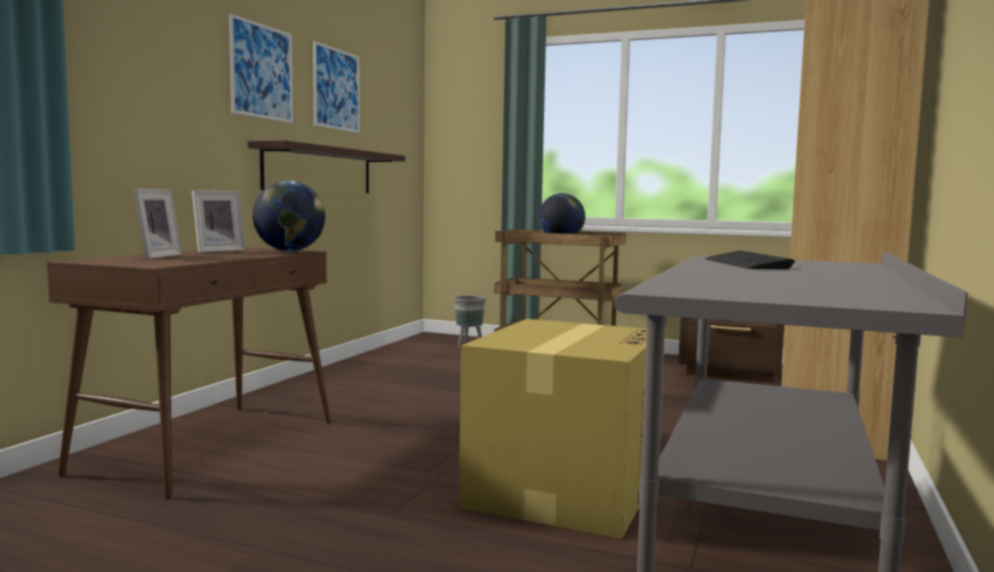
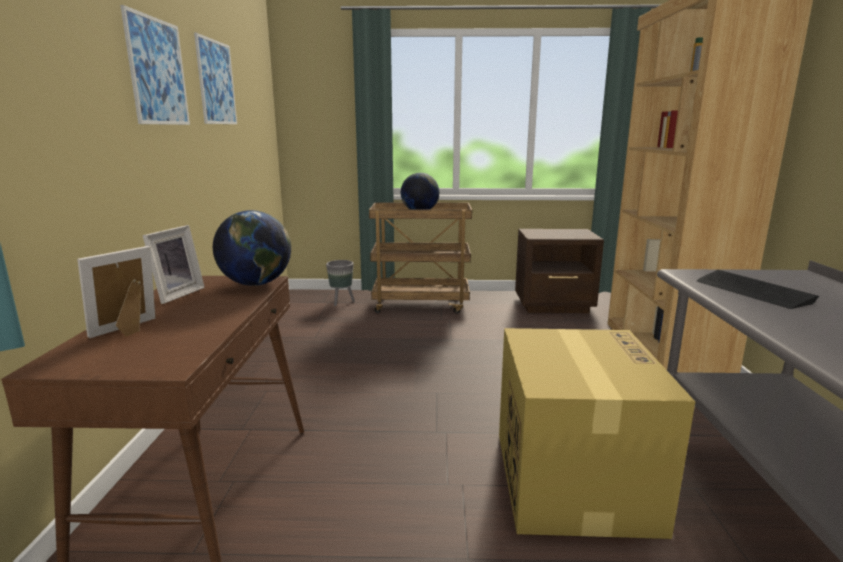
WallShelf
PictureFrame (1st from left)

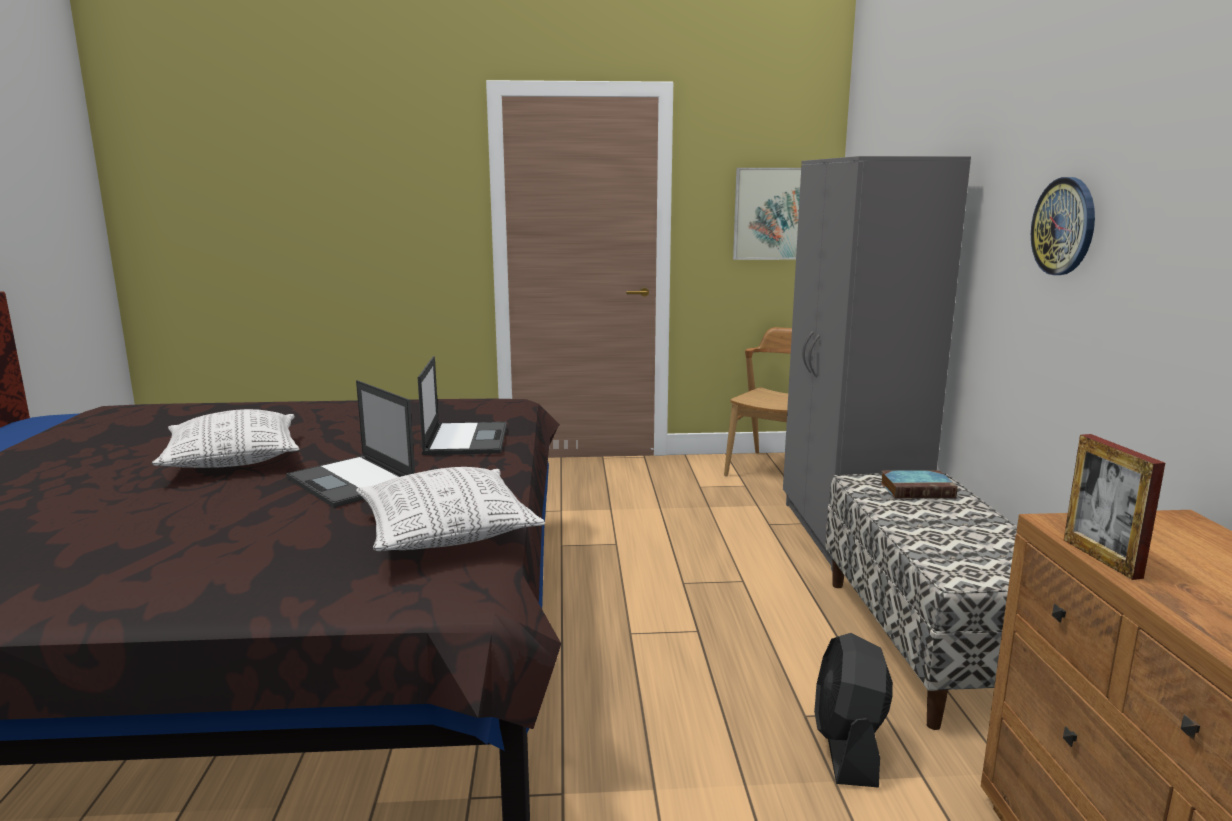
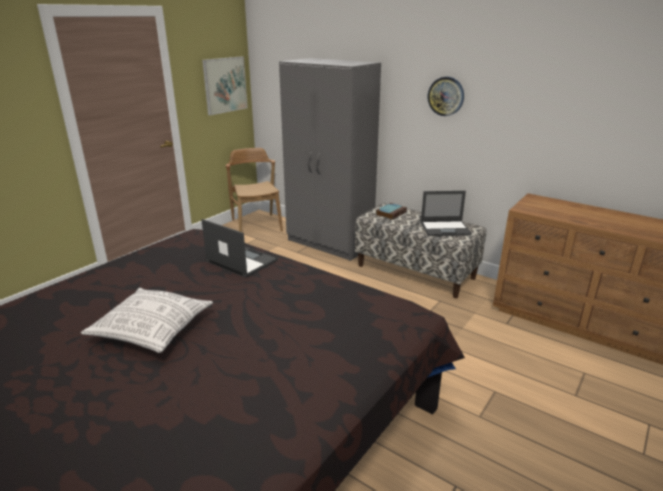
PortableComputer (2nd from left)
PictureFrame
ThrowPillow (2nd from left in the first image)
BlackishElectricFan

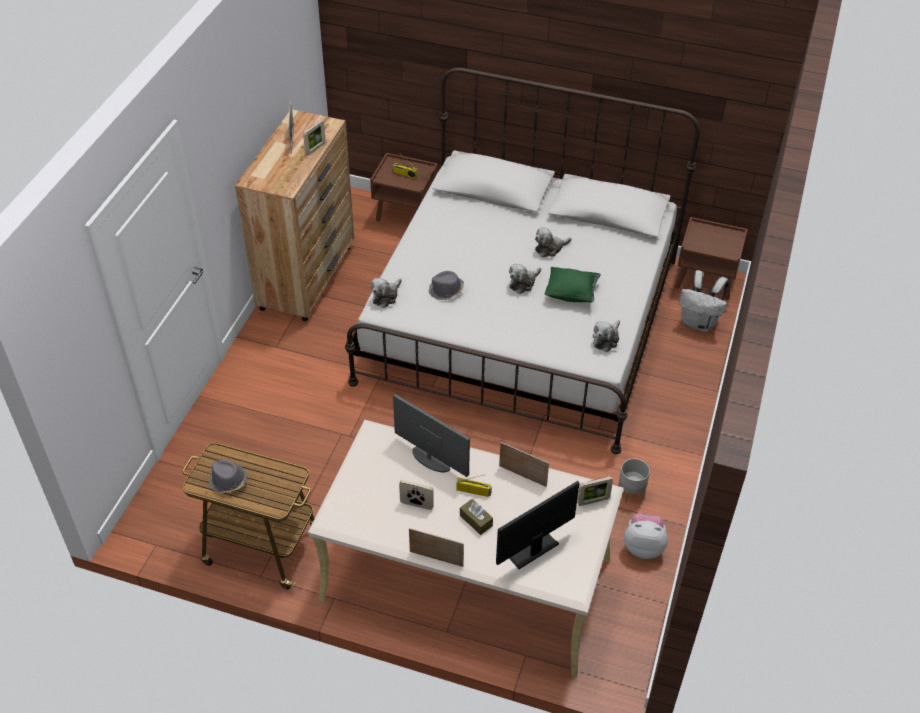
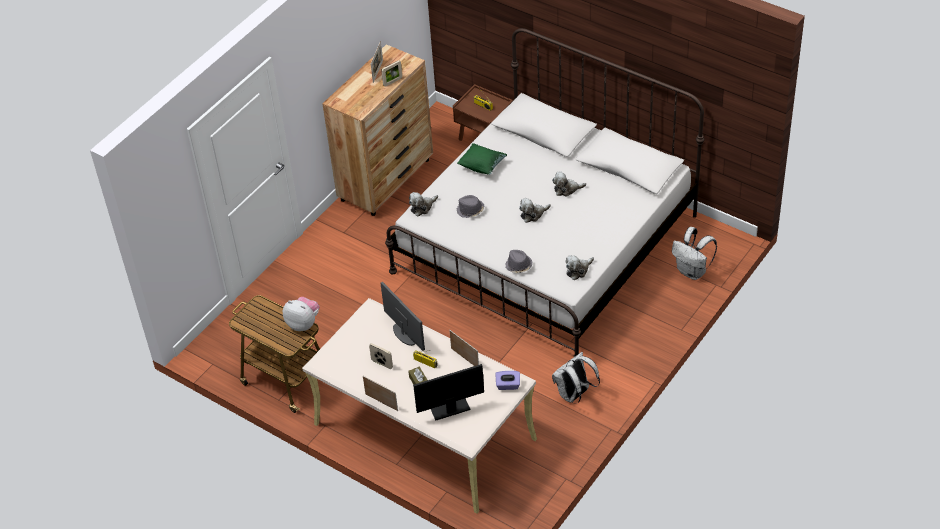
BrownishNightstand (2nd from left in the first image)
GreenColouredThrowPillow
WhiteRucksack (1st from left)
GreyishHat (2nd from left)
PurplishBoxOfTissues
CuddlyToy (1st from left)

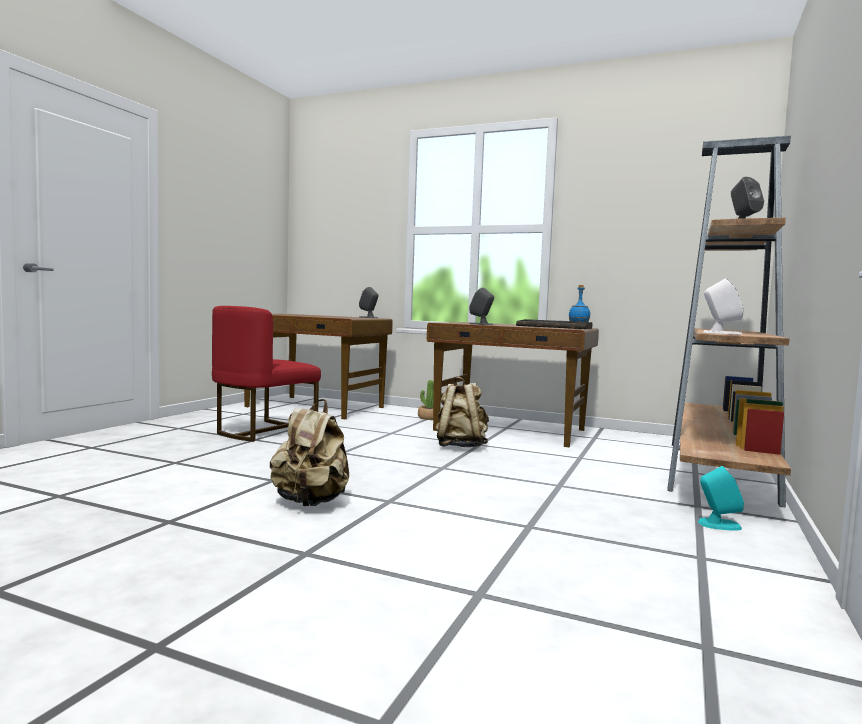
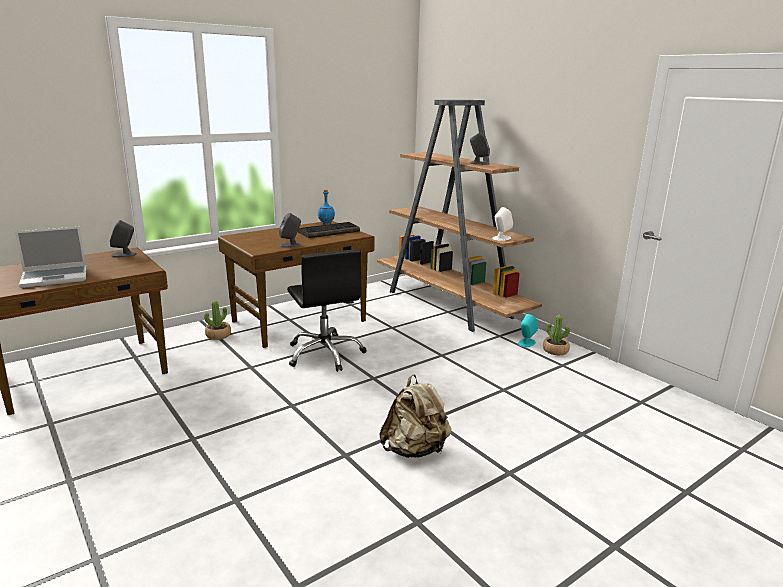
RedChair
BlackishComputerChair
PortableComputer
PlantInAPot (2nd from left)

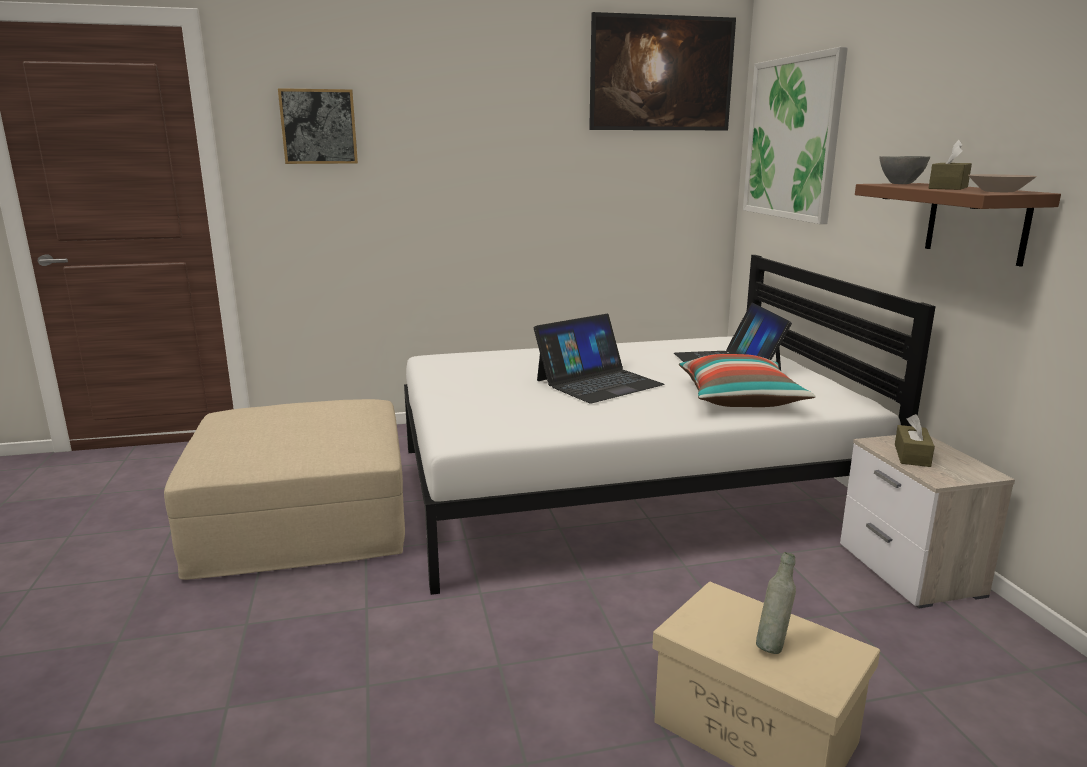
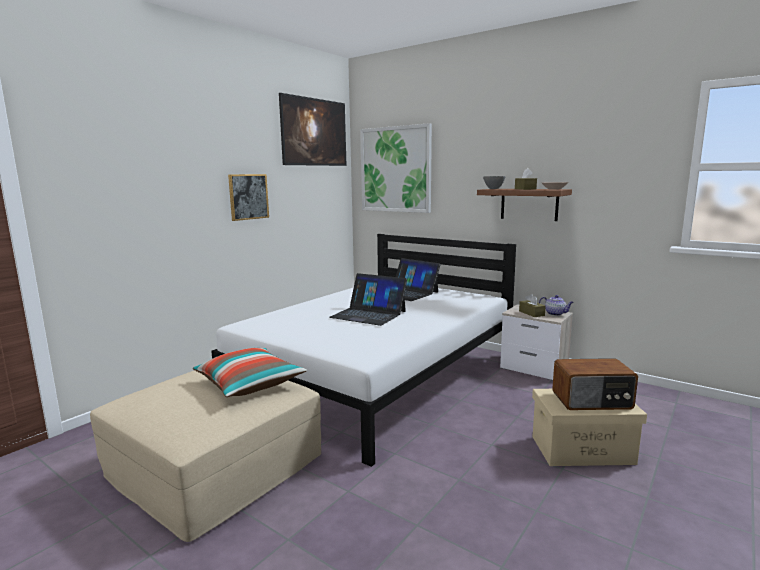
WallArt (1st from left)
PortableComputer (1st from left)
ThrowPillow
Radio
Teapot

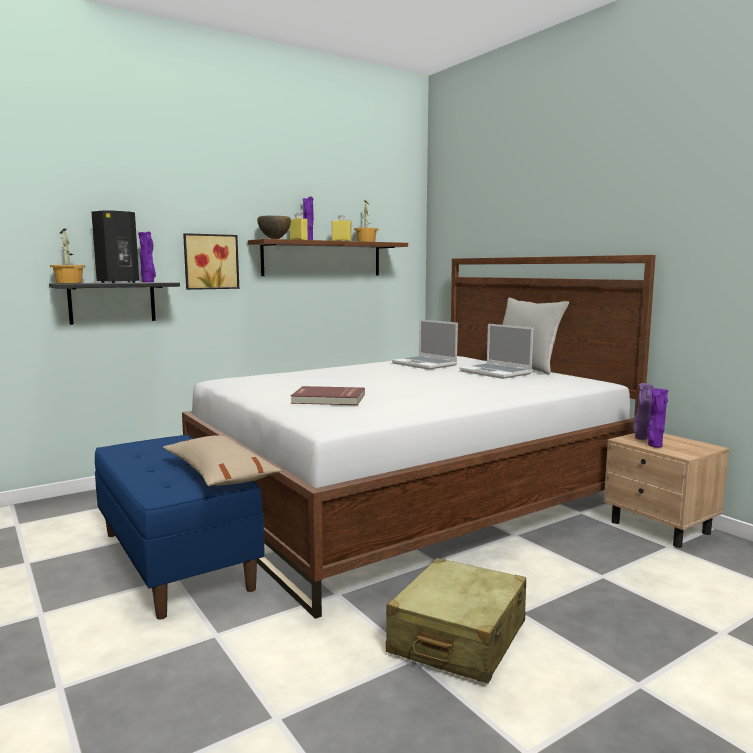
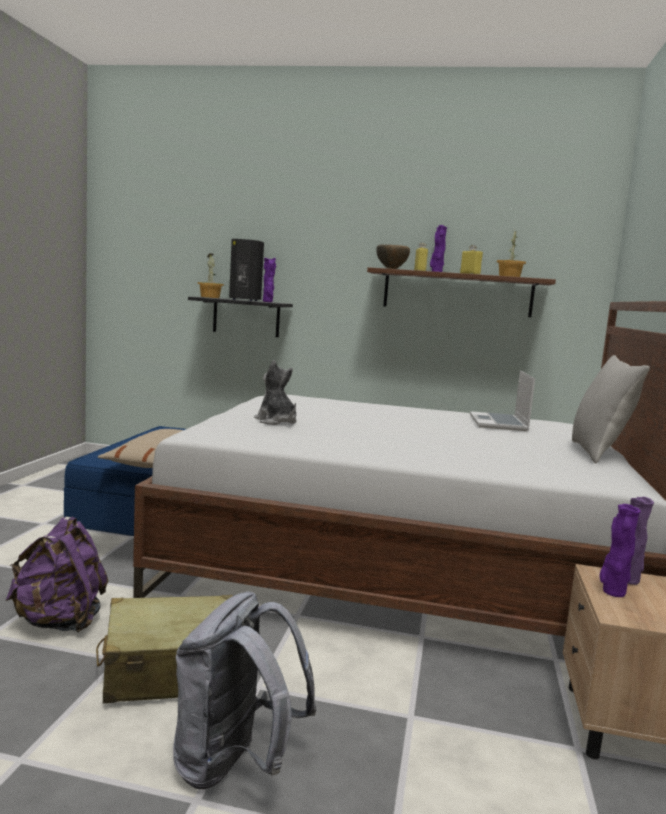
WallArt
PortableComputer (2nd from left in the first image)
CuddlyToy
PurplishRucksack
GreyishRucksack

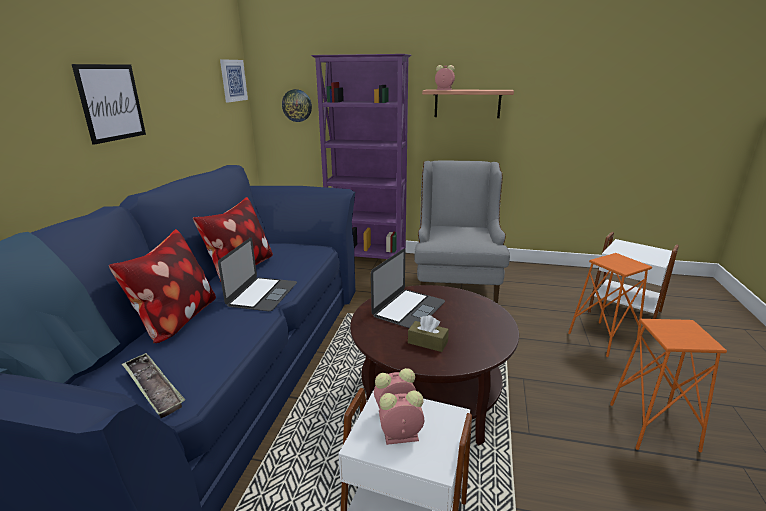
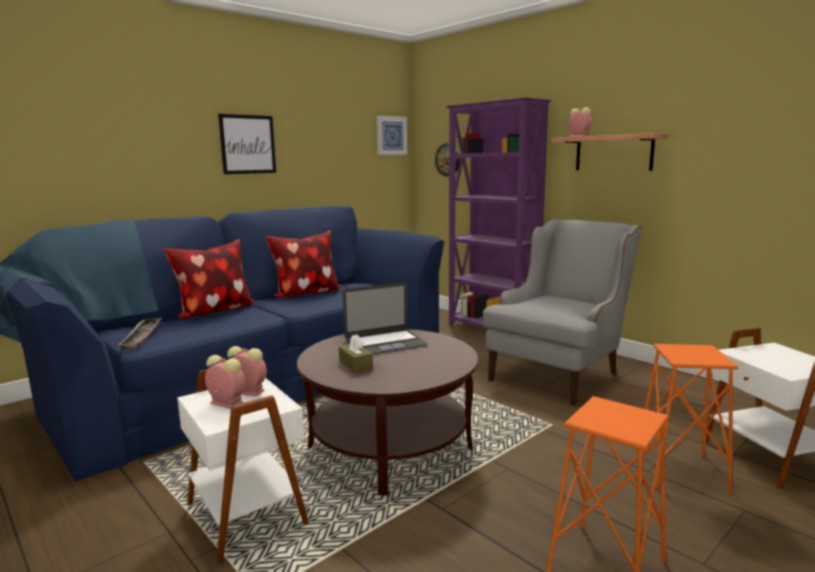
PortableComputer (1st from left in the first image)

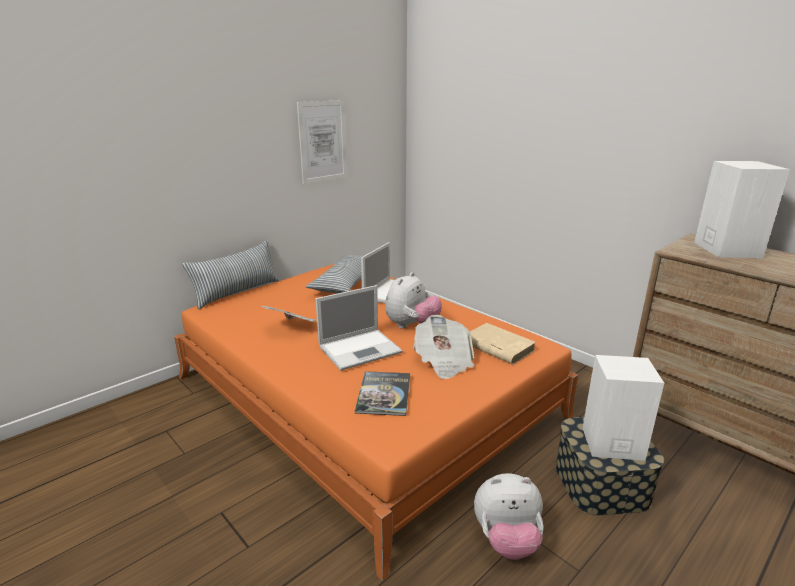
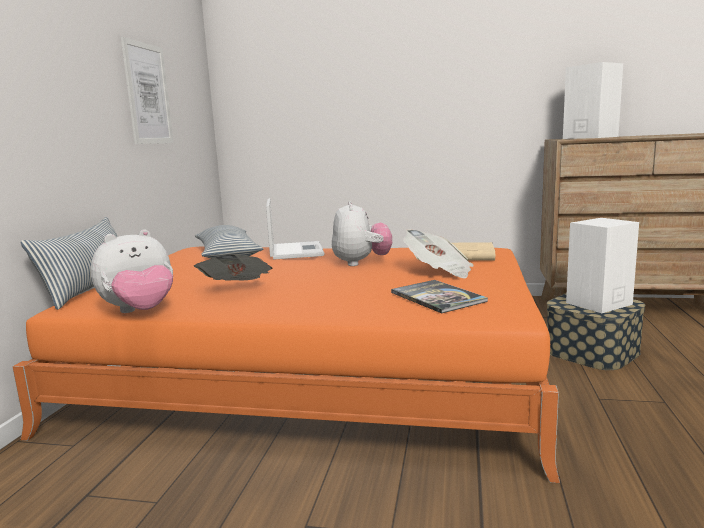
PortableComputer (1st from left in the first image)
CuddlyToy (1st from left)

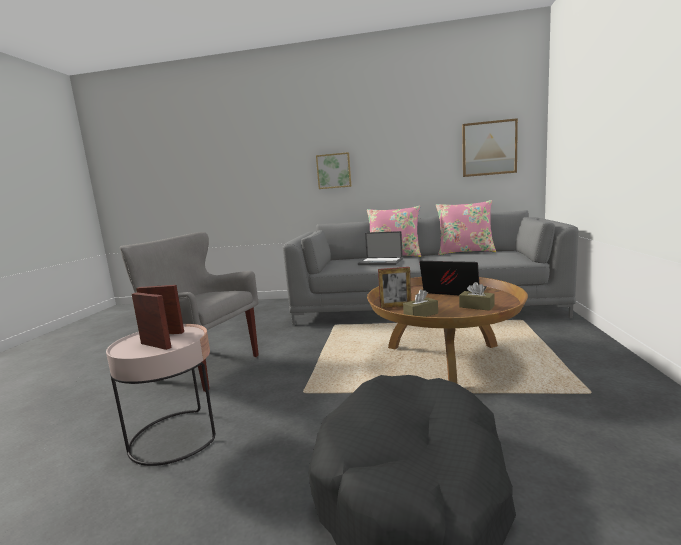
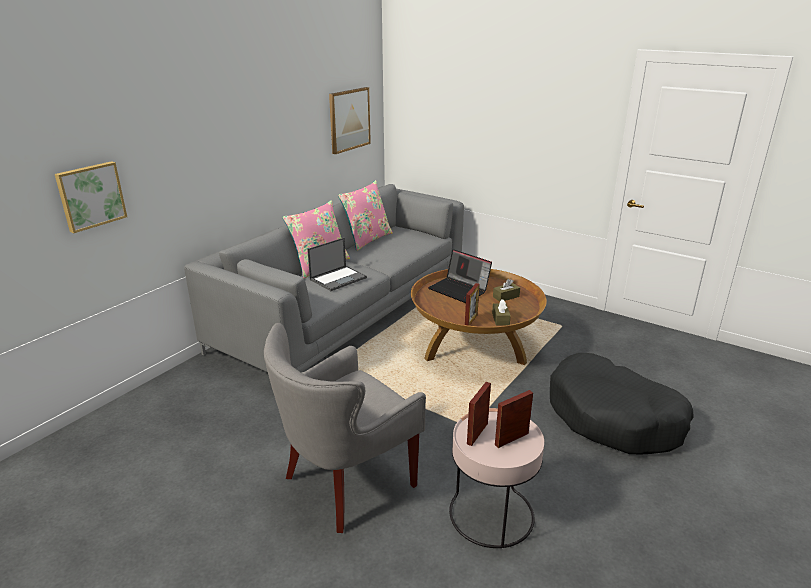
WallArt (1st from left)
PortableComputer (2nd from left)

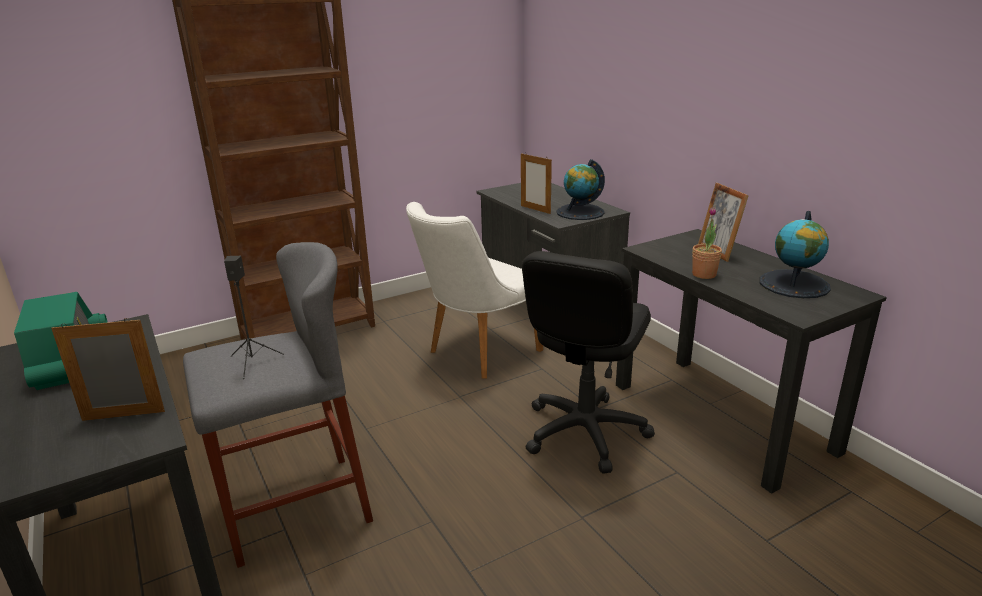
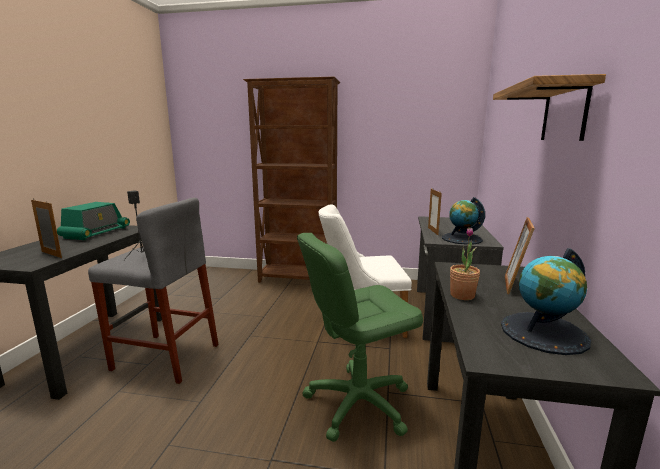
GreenColouredComputerChair
WallShelf

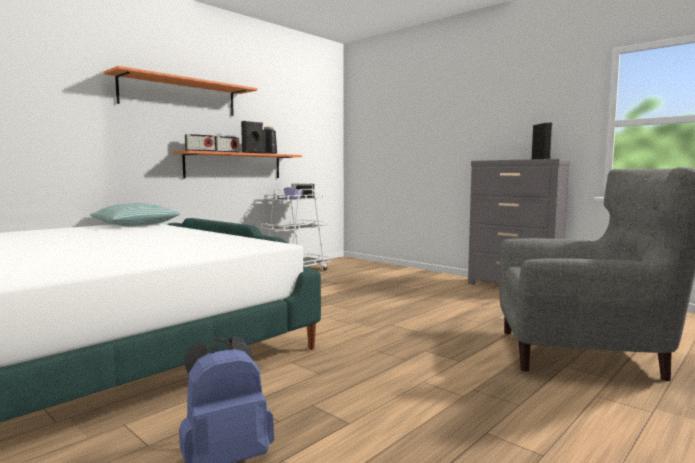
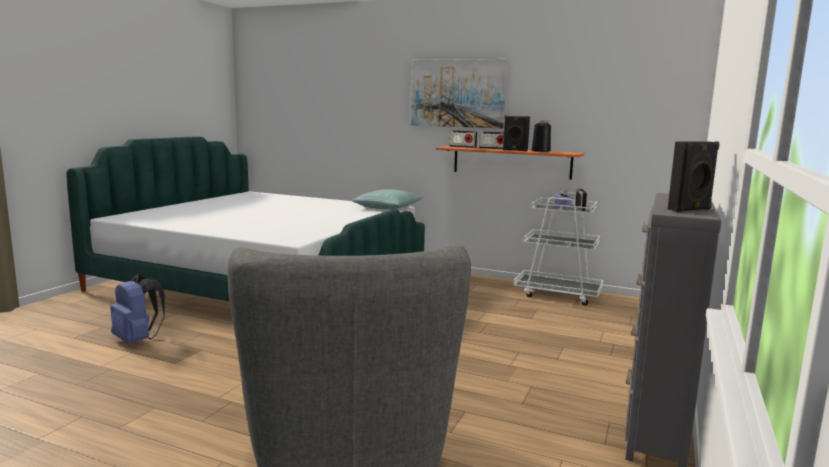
WallArt

